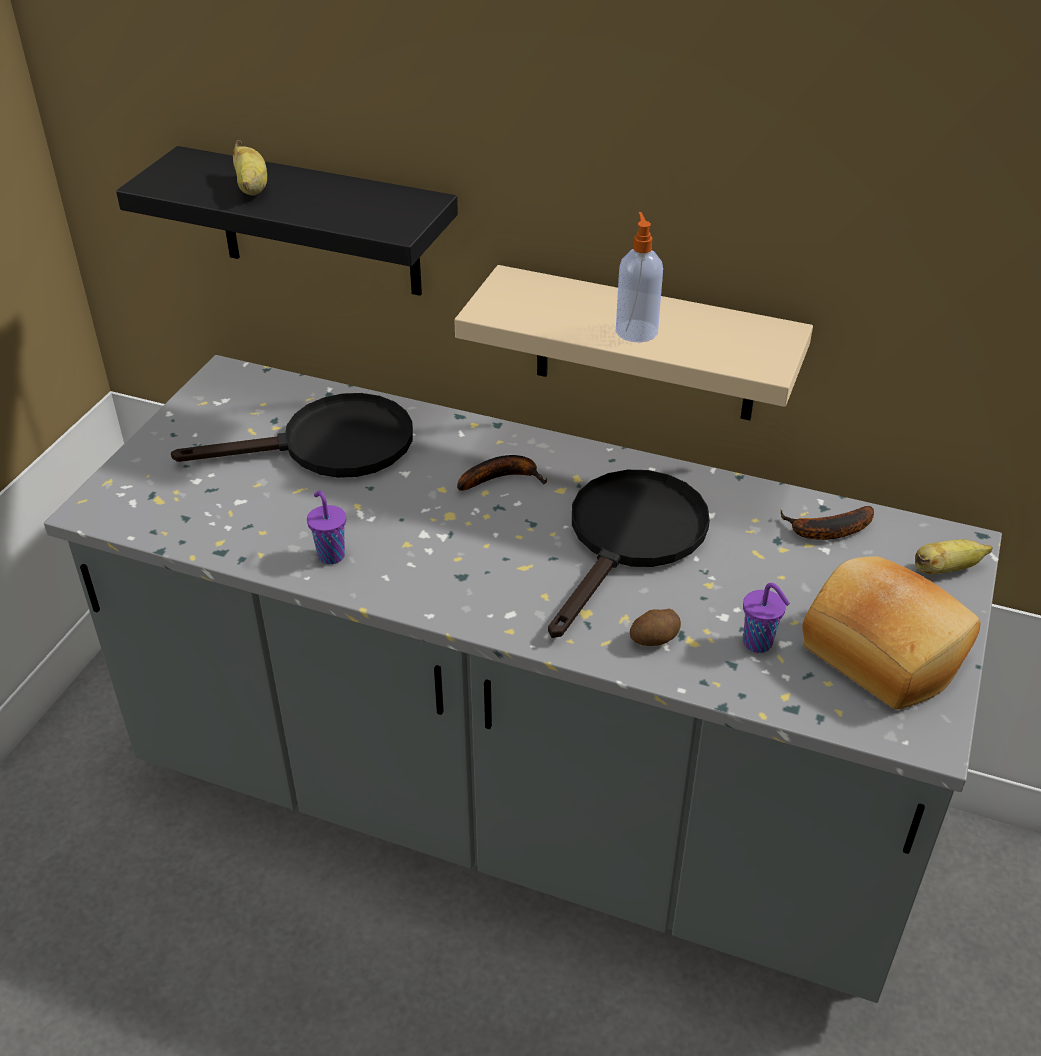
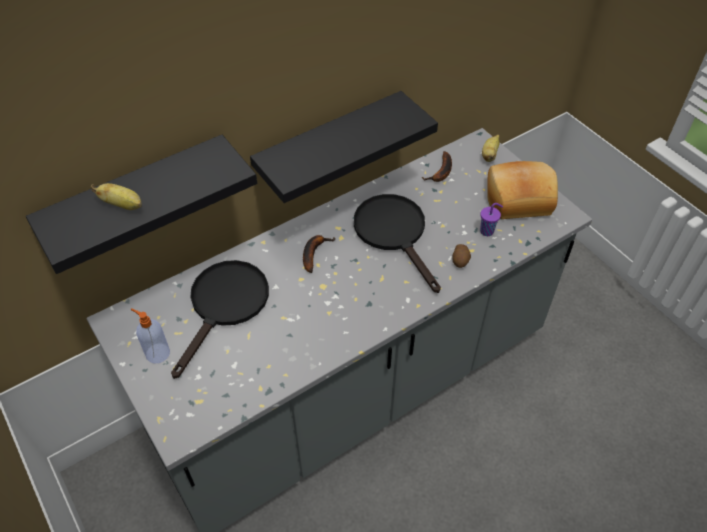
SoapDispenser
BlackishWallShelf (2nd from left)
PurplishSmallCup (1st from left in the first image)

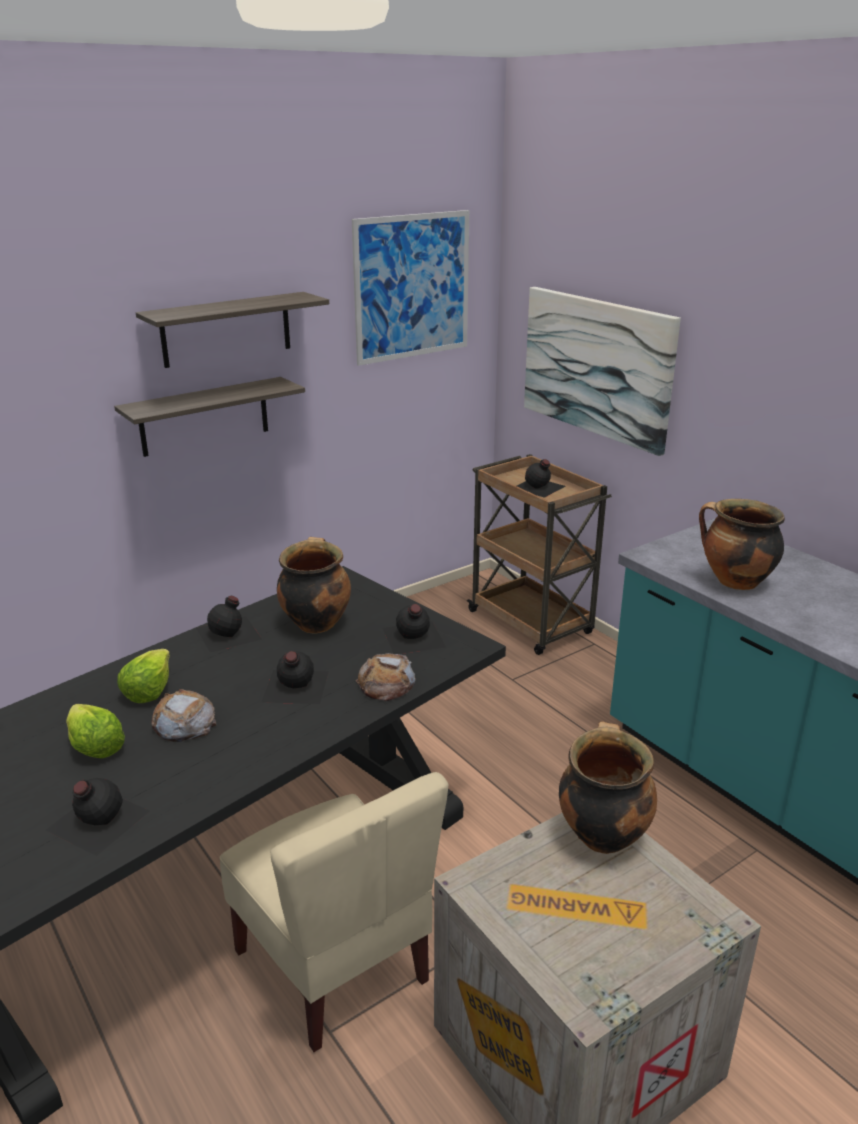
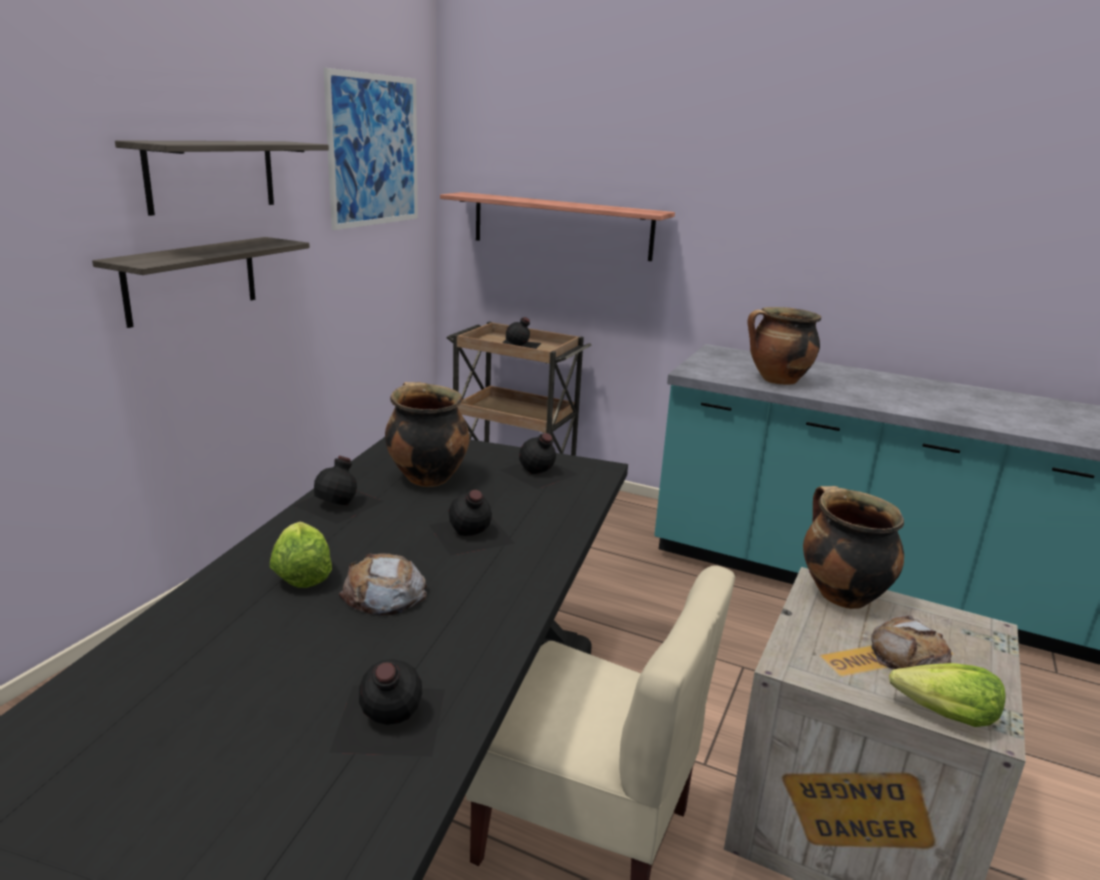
WallShelf (3rd from left)
Bread (2nd from left)
HeadOfLettuce (2nd from left)

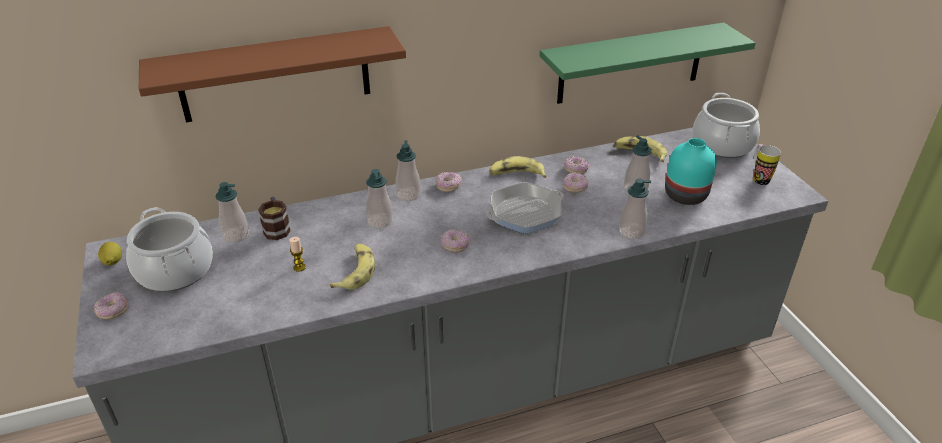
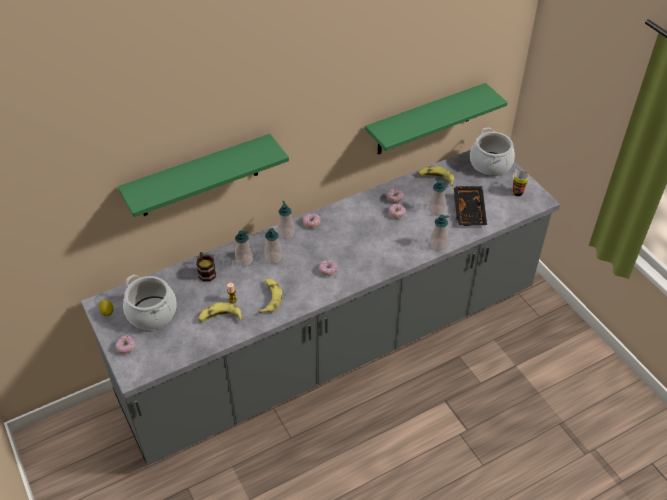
GreenColouredWallShelf (1st from left)
BlackishCarryingTray
WholeBanana (1st from left)
SoapDispenser (1st from left)
FryingPan

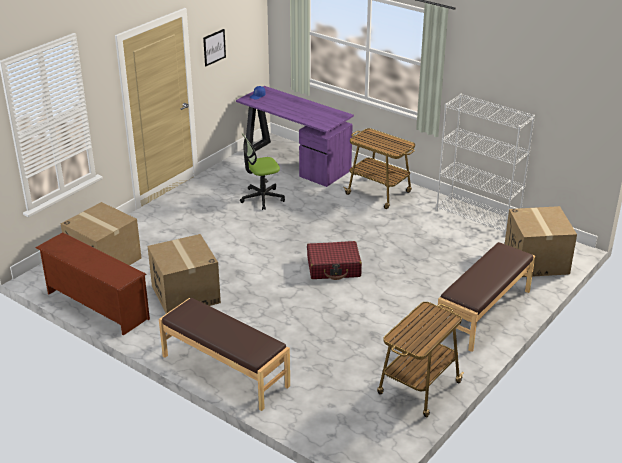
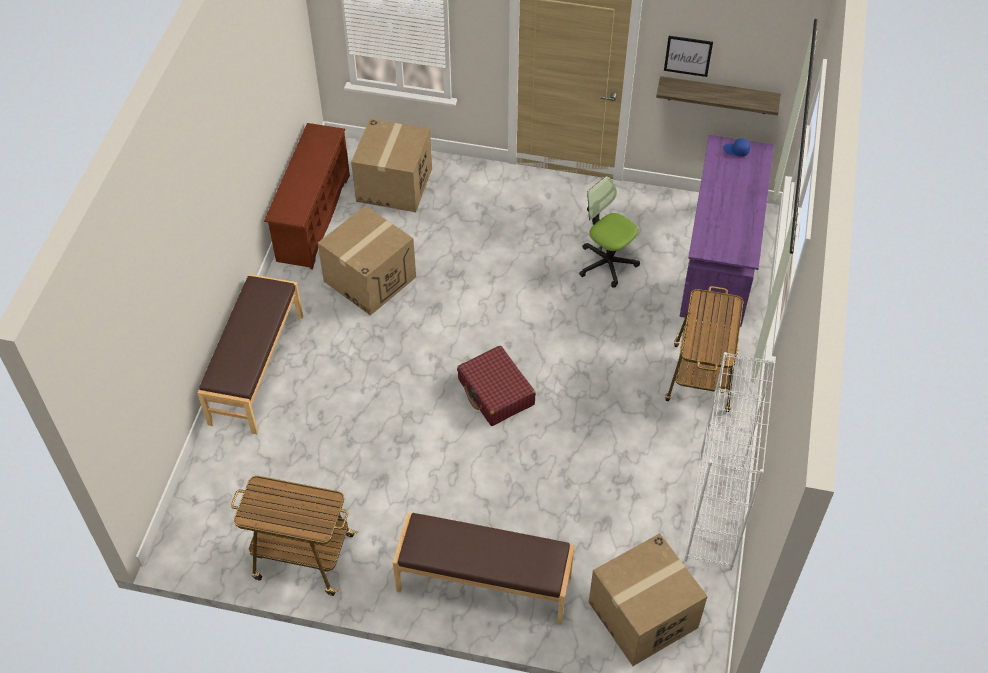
WallShelf

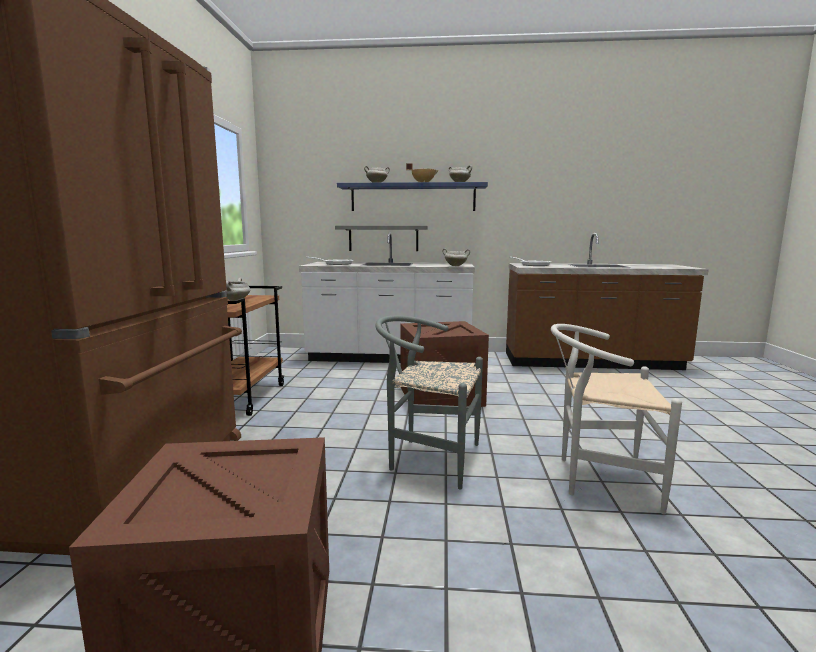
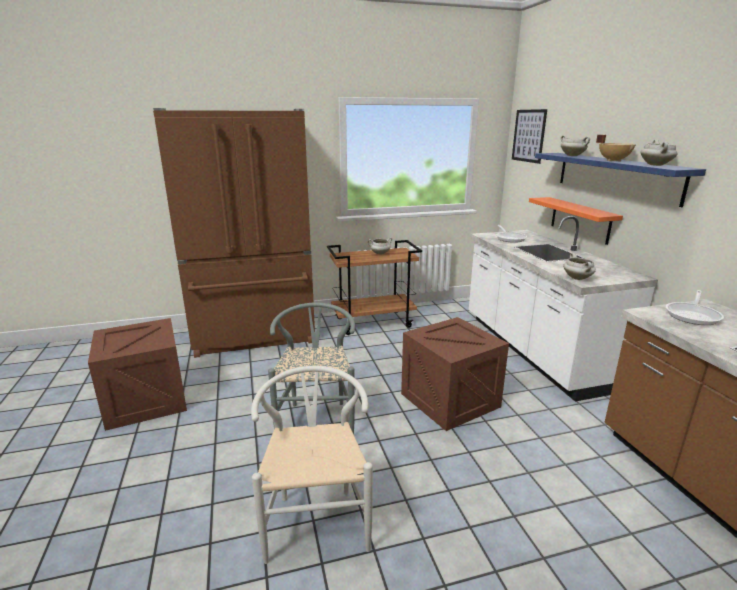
OrangeWallShelf
WallArt

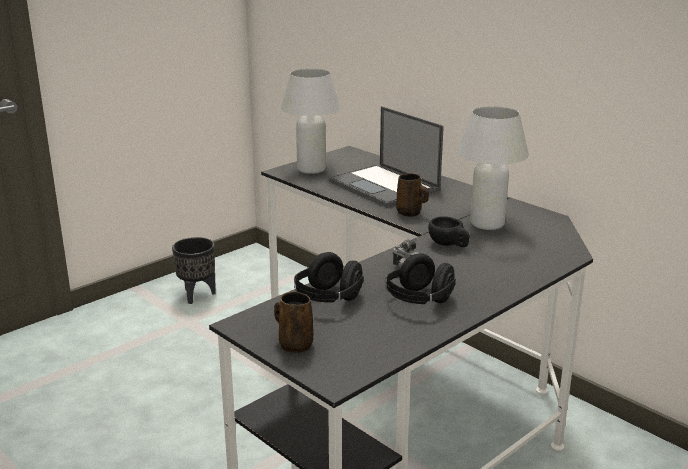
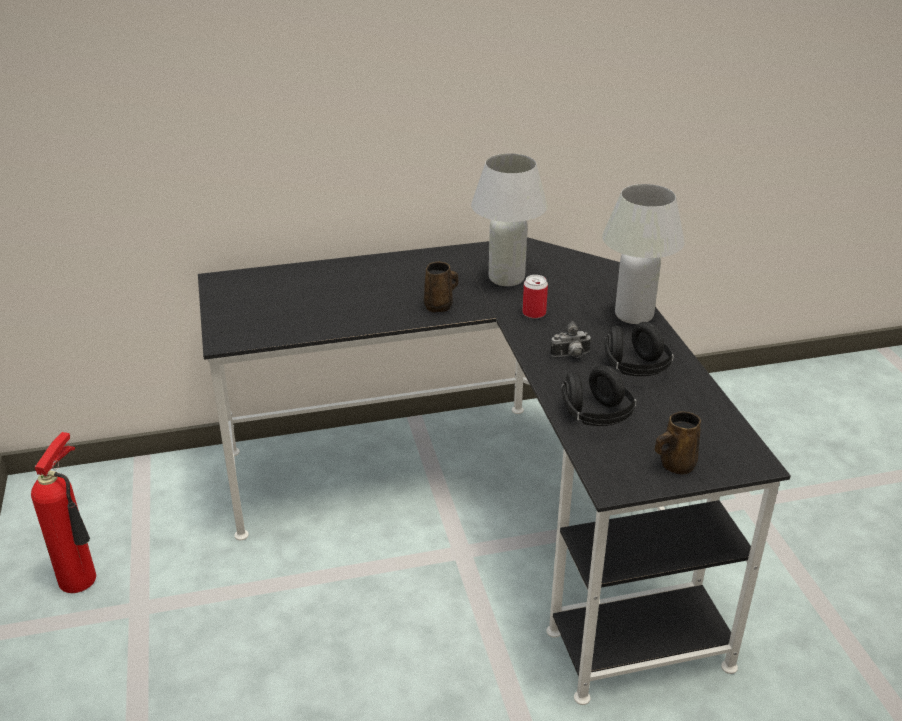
WhiteTabletopLamp (2nd from left)
PortableComputer
SealedCan
FireExtinguisher

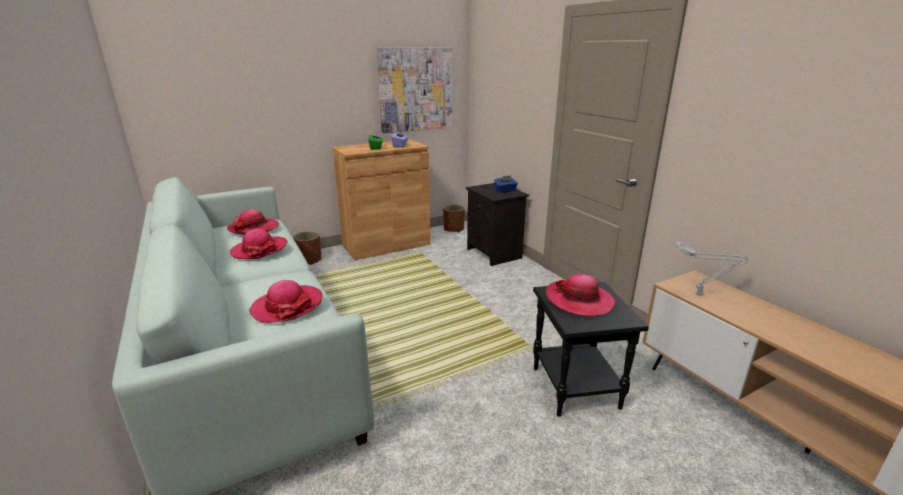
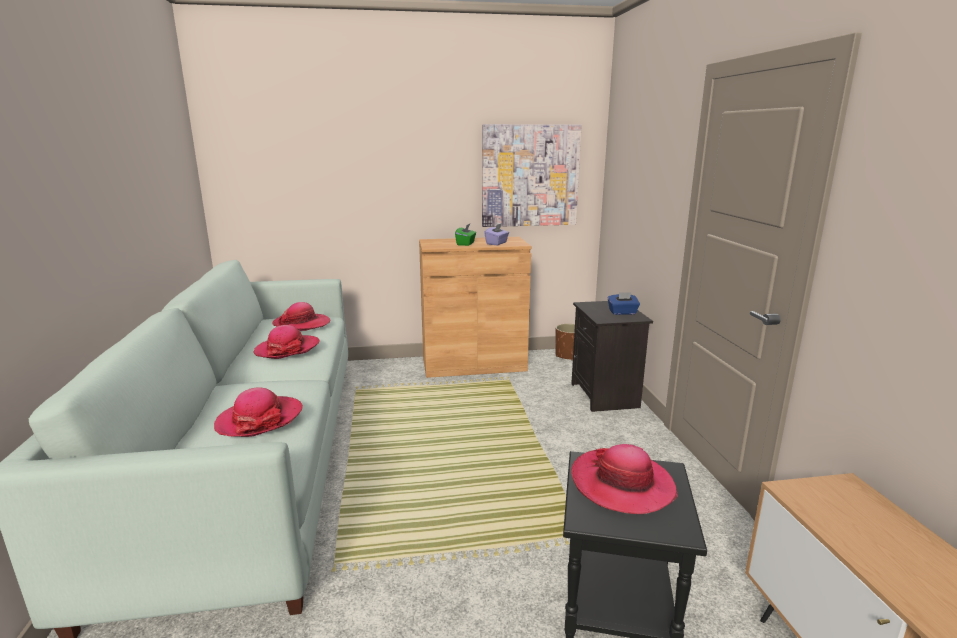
BrownishPlanter (1st from left in the first image)
GreyishTabletopLamp

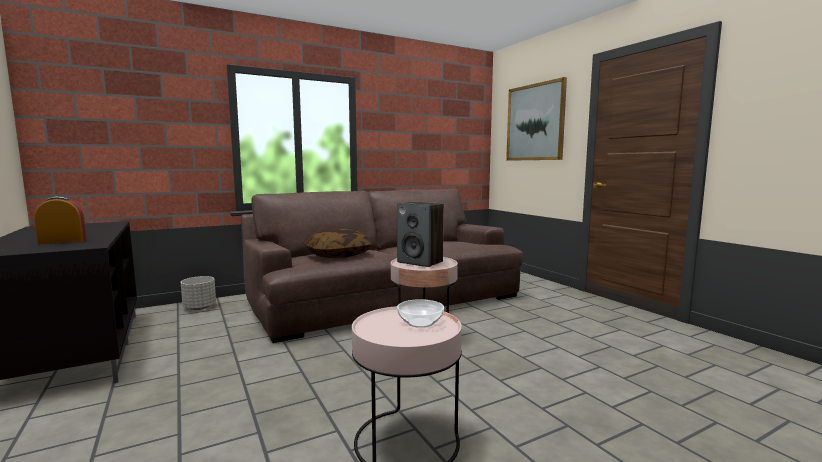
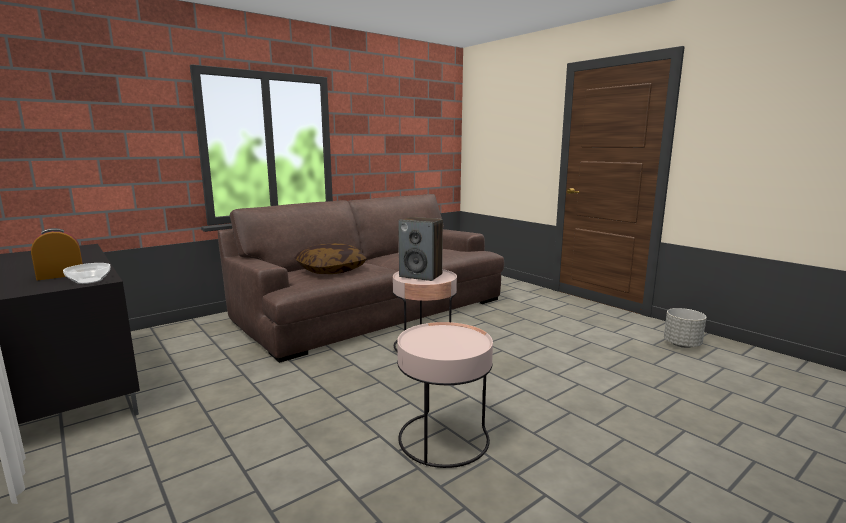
WallArt
GreyishPlanter
ServingBowl

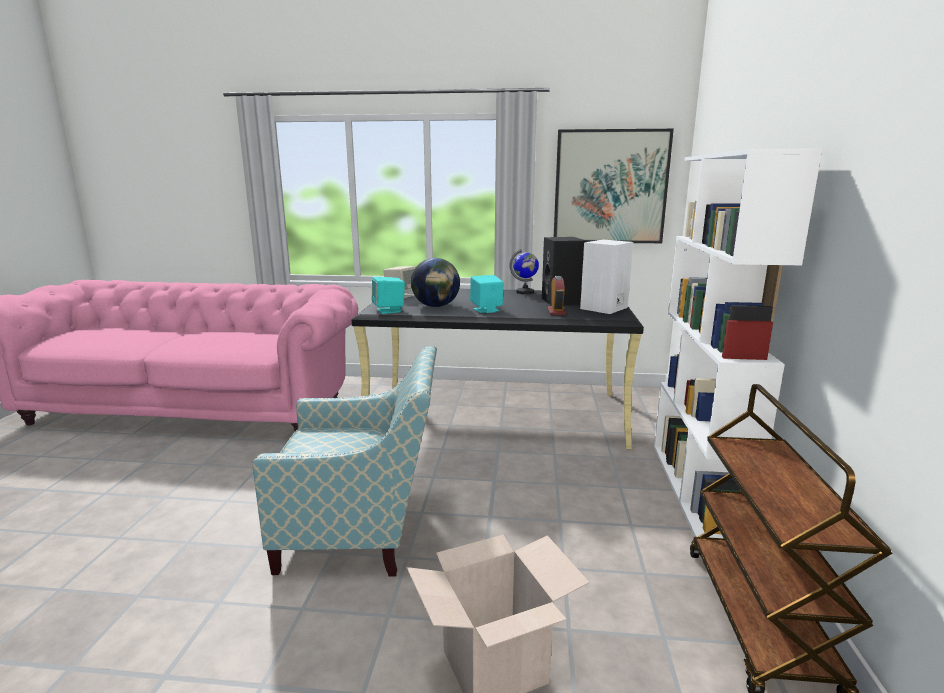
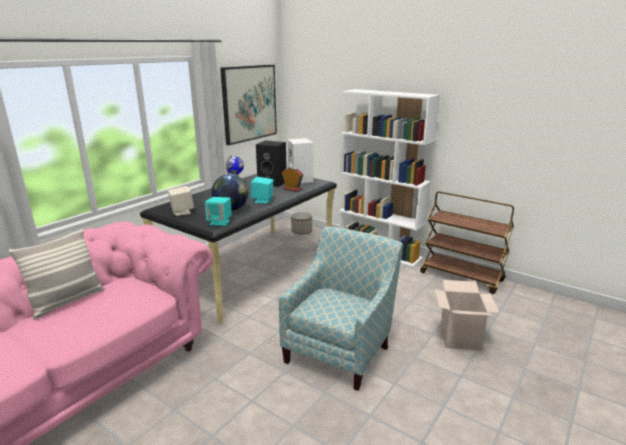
Planter
ThrowPillow

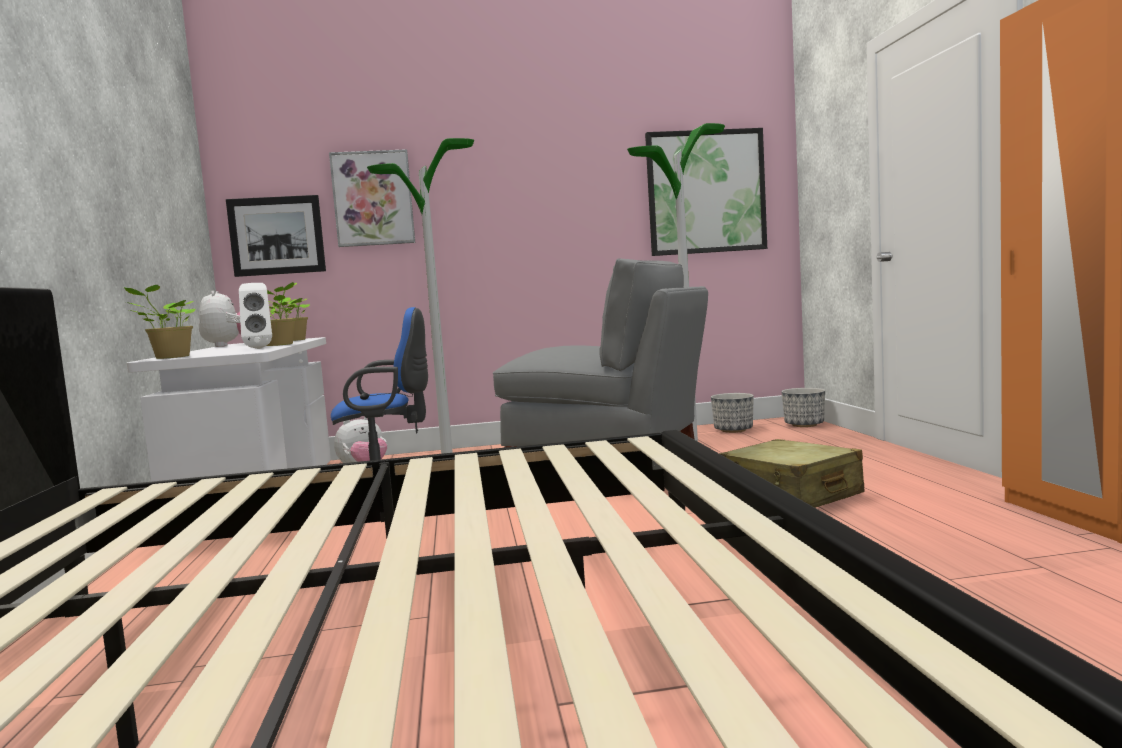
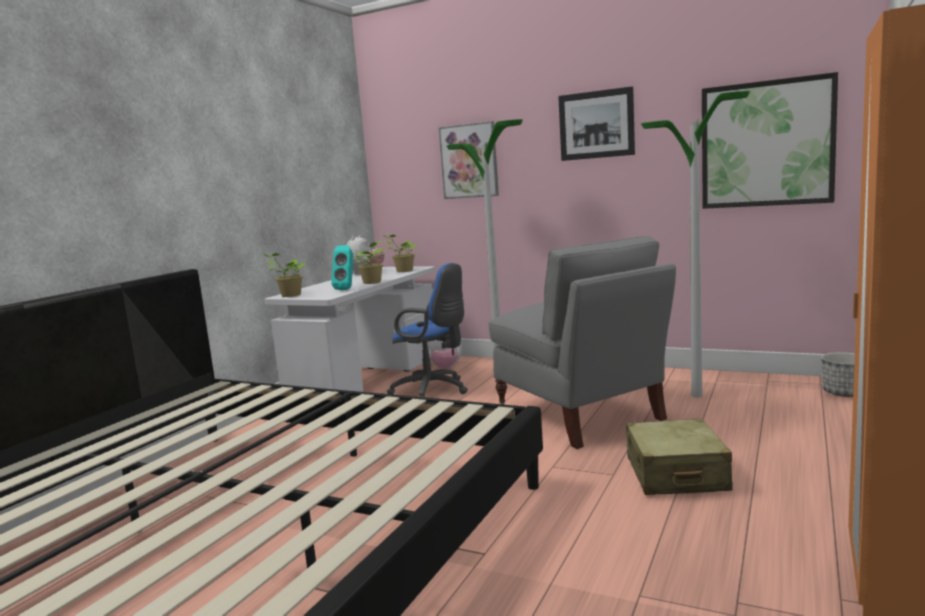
WallArt (2nd from left)
TurquoiseColouredLoudspeaker
Planter (1st from left in the first image)

